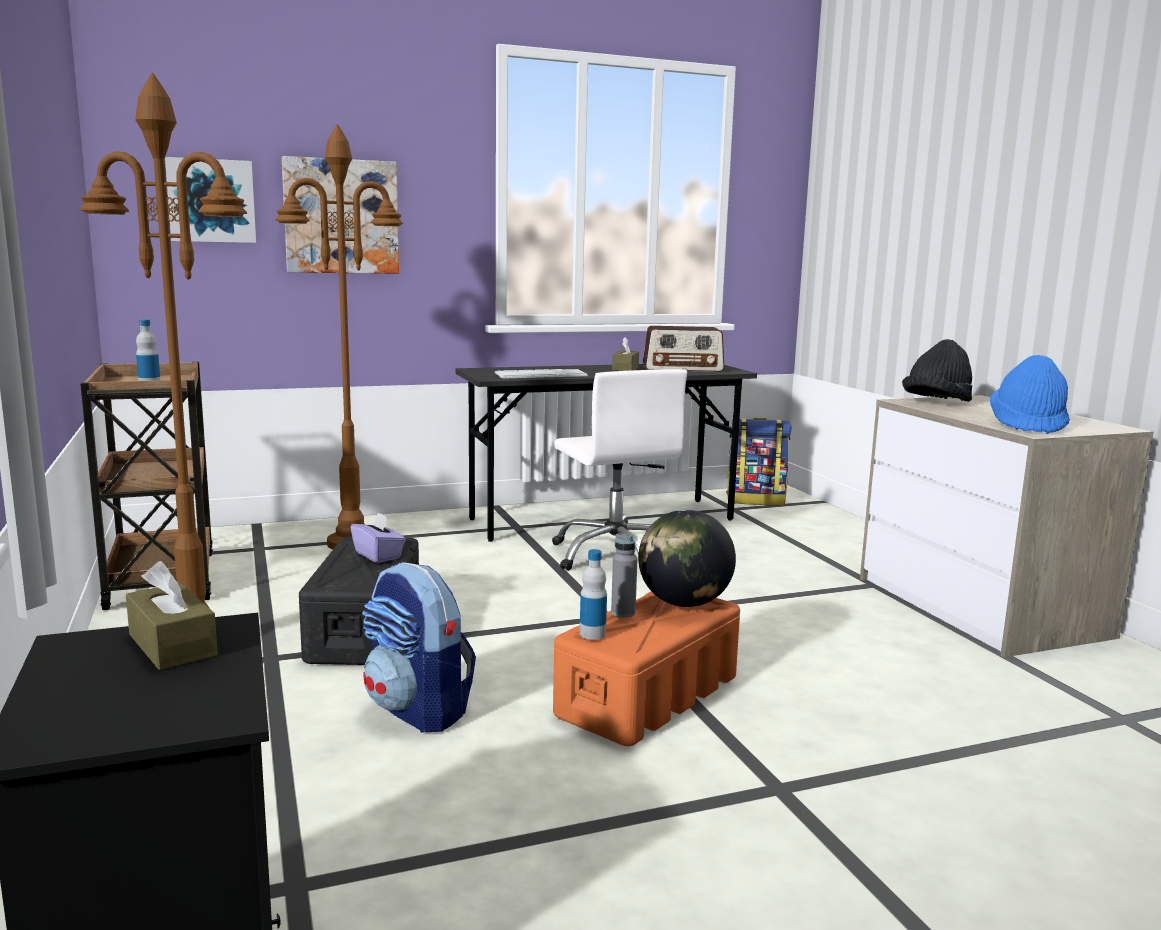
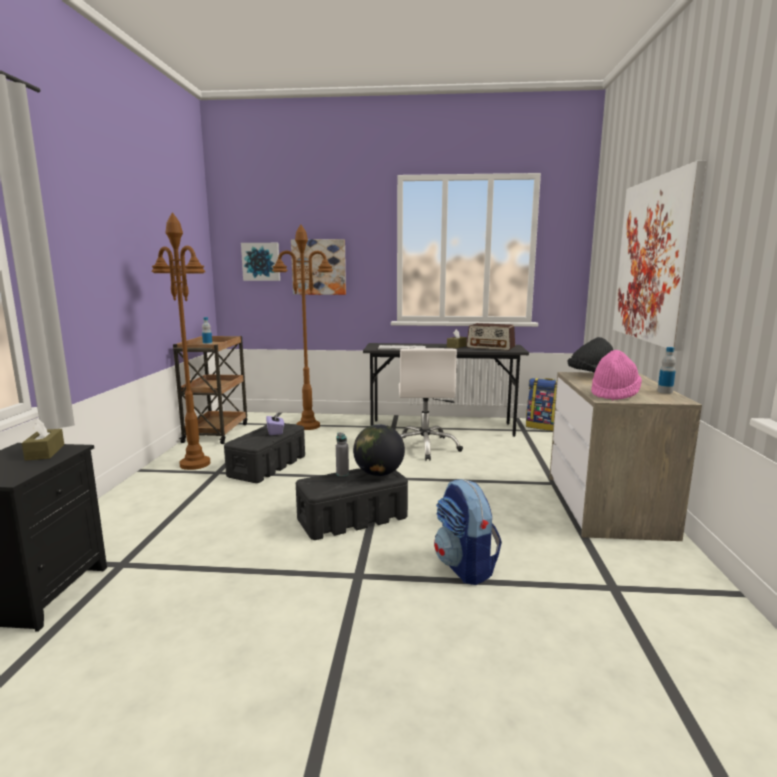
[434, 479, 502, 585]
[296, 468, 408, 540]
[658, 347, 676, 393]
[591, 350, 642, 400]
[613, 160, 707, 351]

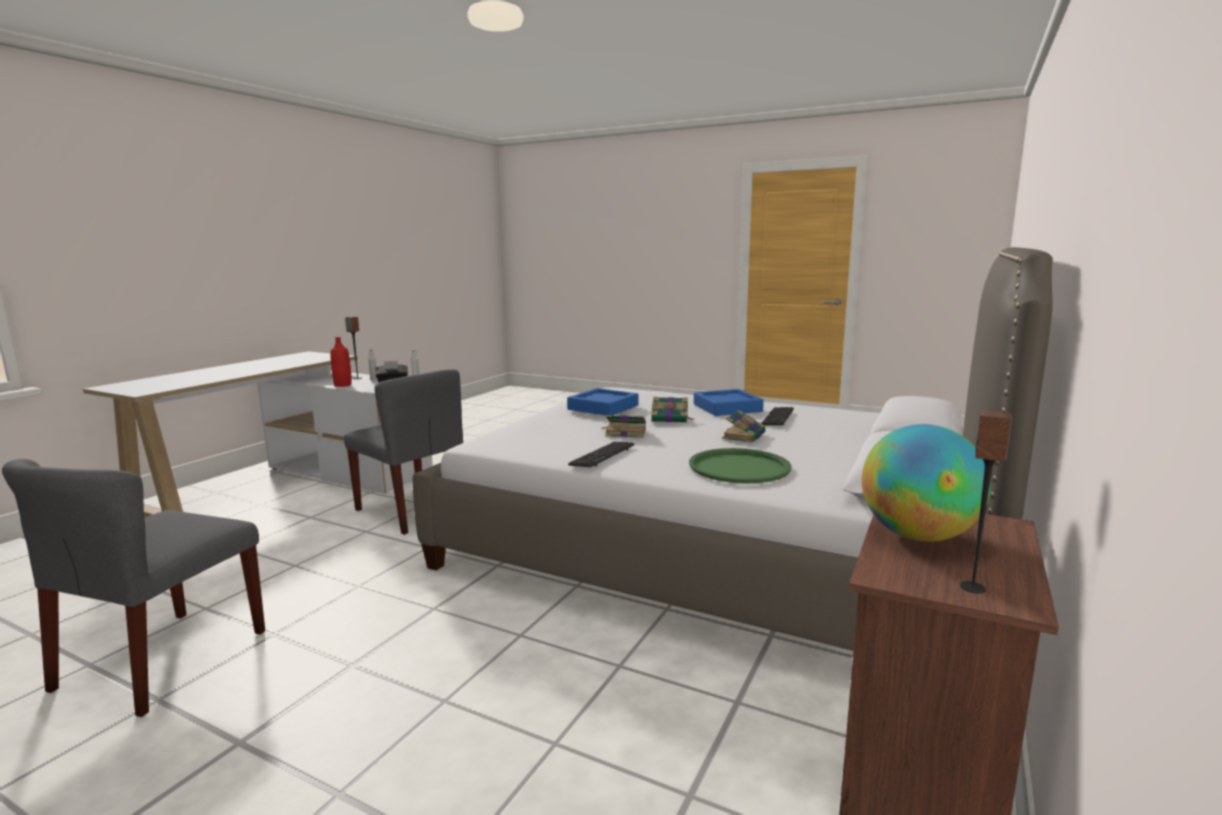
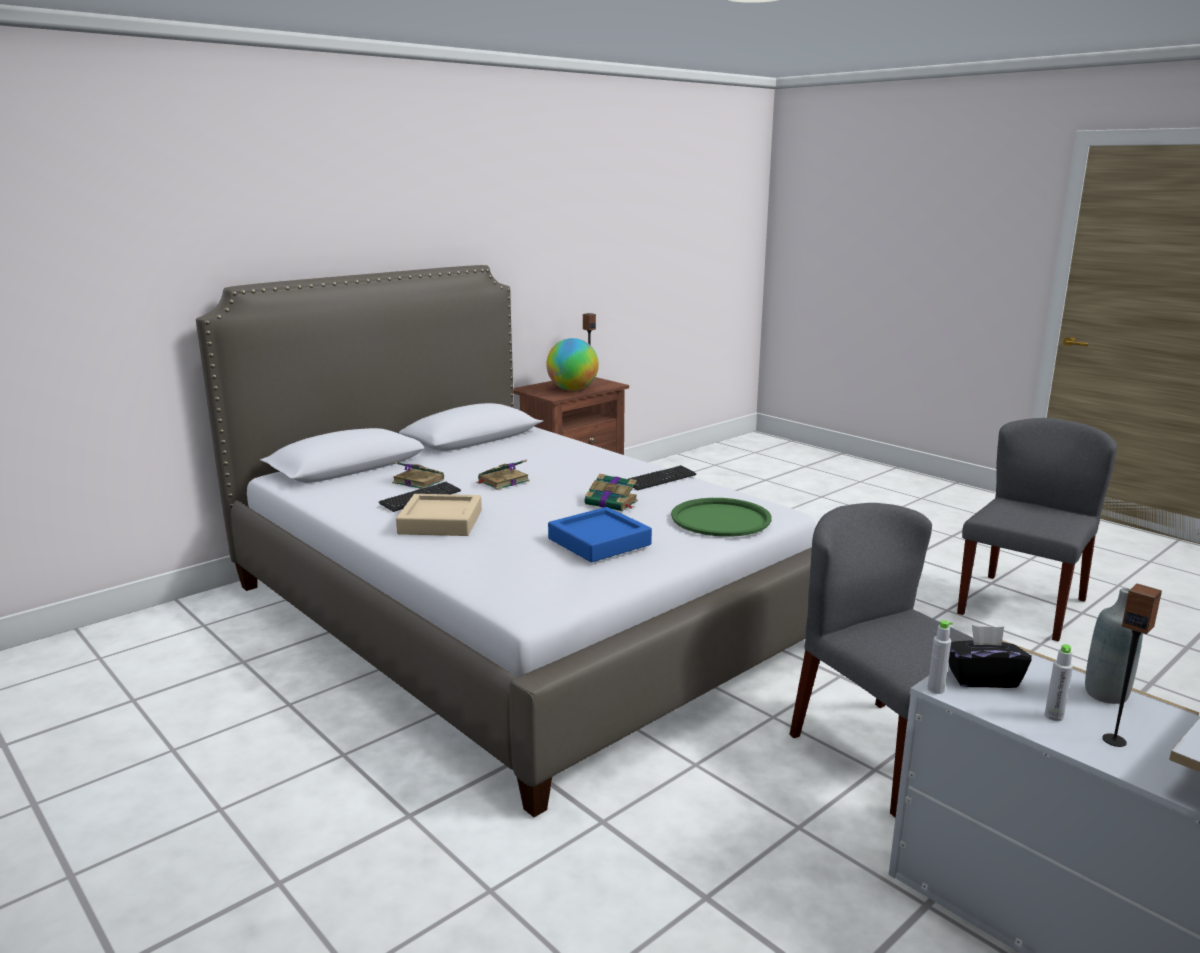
[1085, 588, 1143, 704]
[392, 461, 444, 489]
[671, 498, 771, 537]
[396, 494, 482, 536]

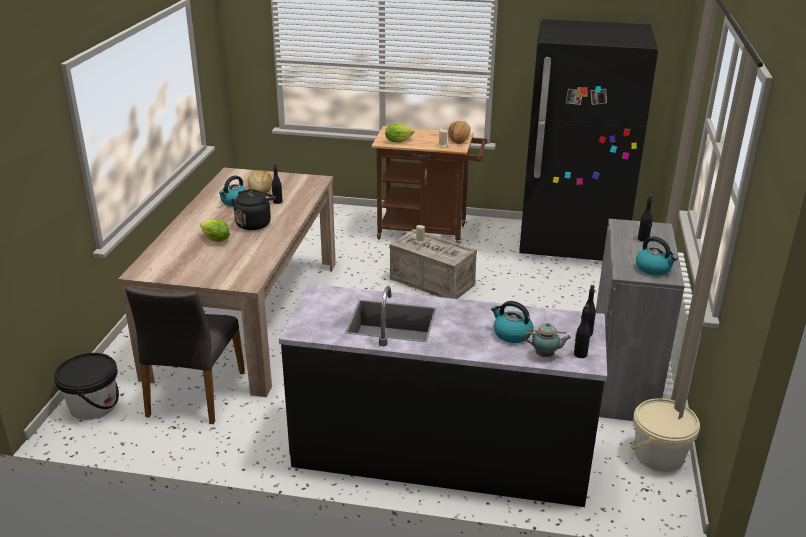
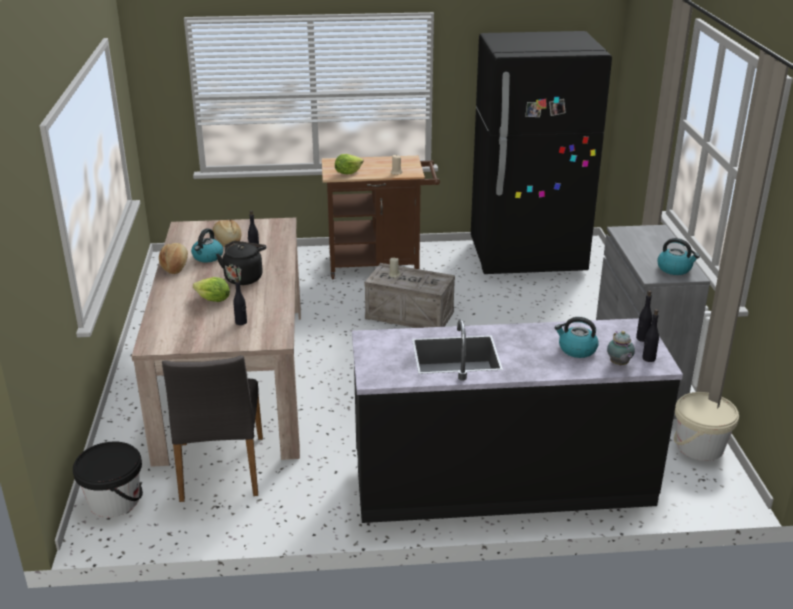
[159, 243, 188, 274]
[607, 331, 635, 366]
[233, 277, 247, 325]

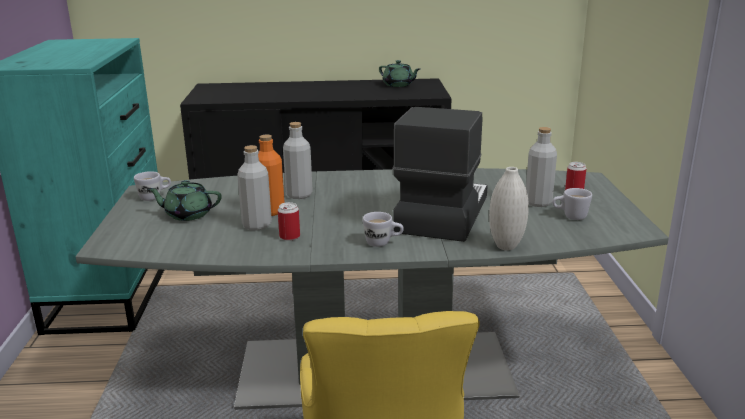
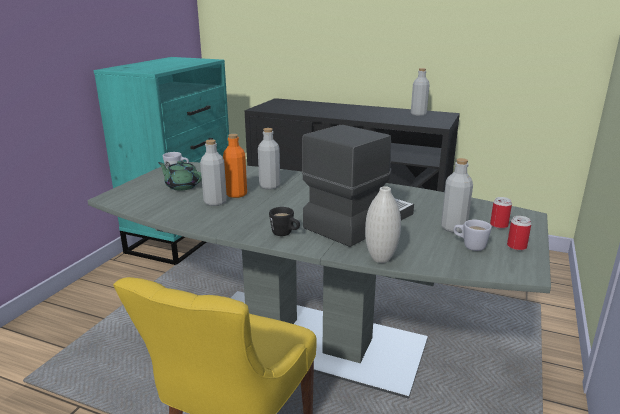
[507, 216, 531, 251]
[269, 207, 300, 236]
[411, 68, 430, 116]

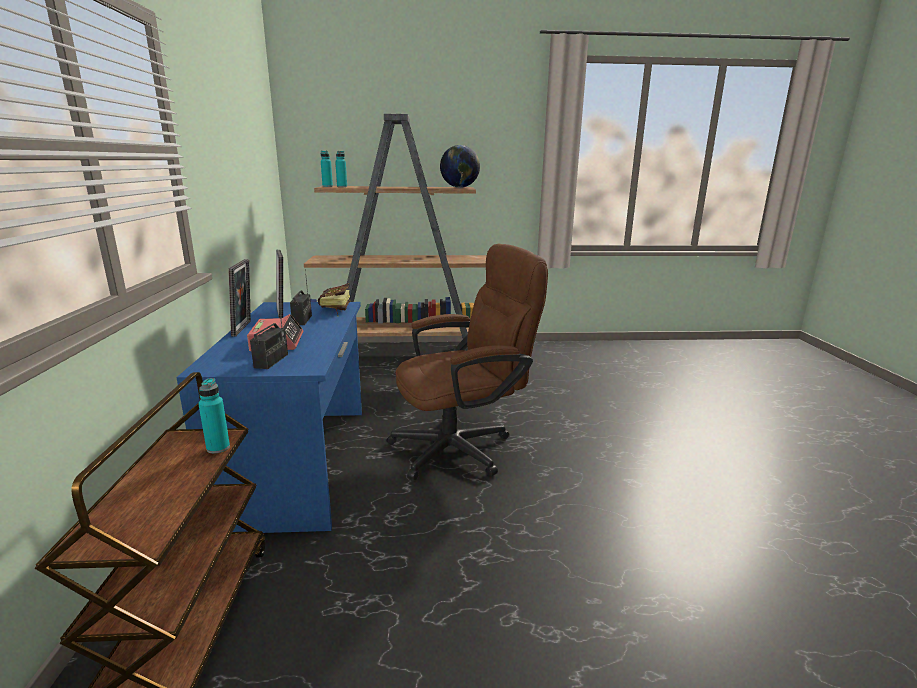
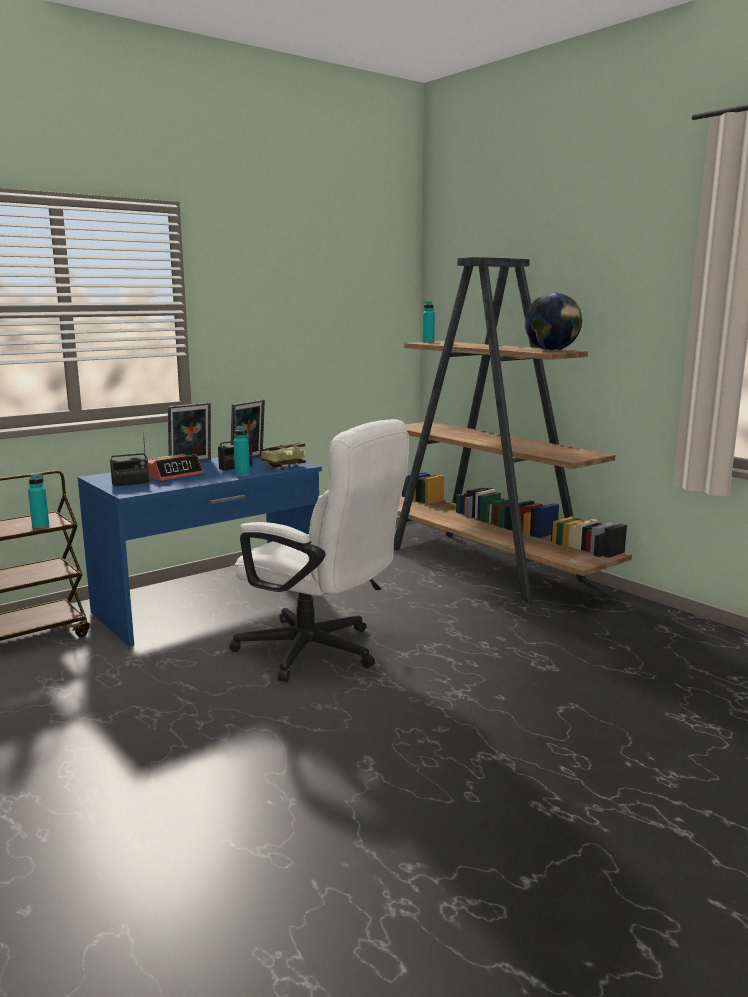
[233, 426, 250, 477]
[229, 419, 409, 682]

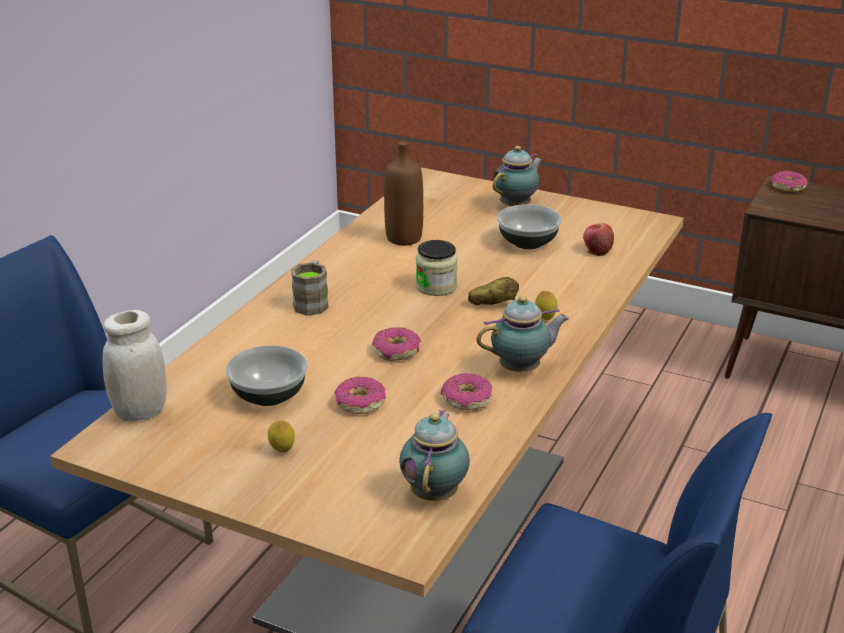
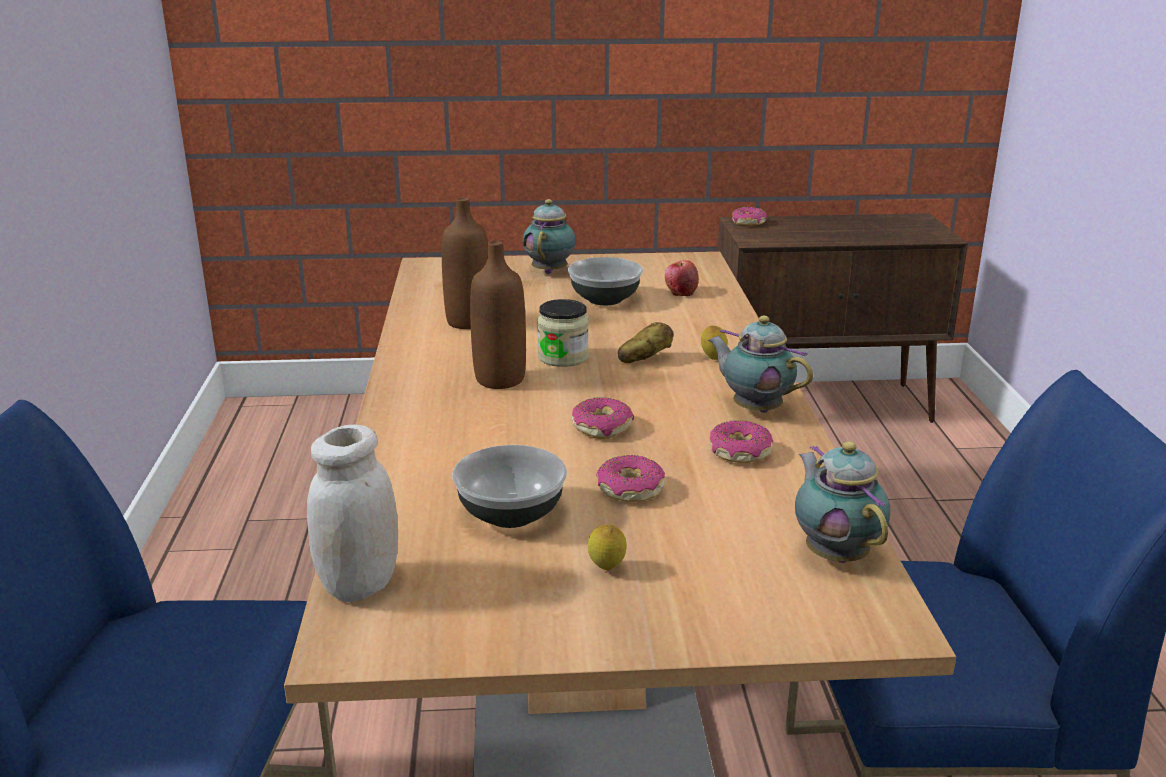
[291, 260, 329, 316] (first image)
[708, 316, 813, 413]
[470, 241, 526, 389]

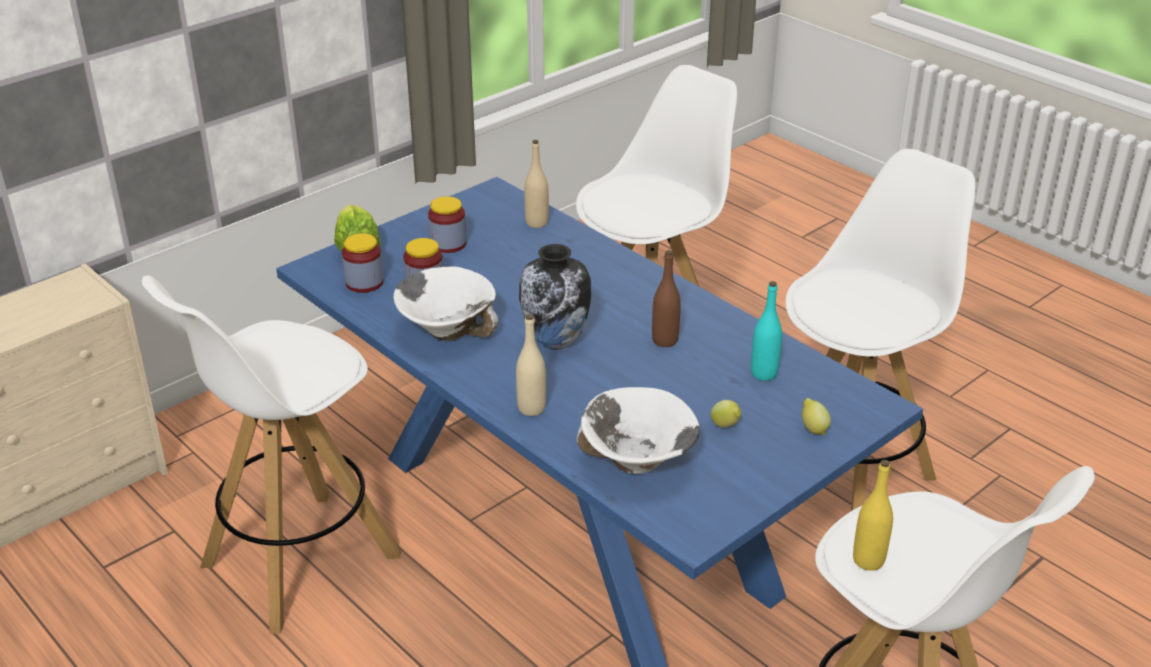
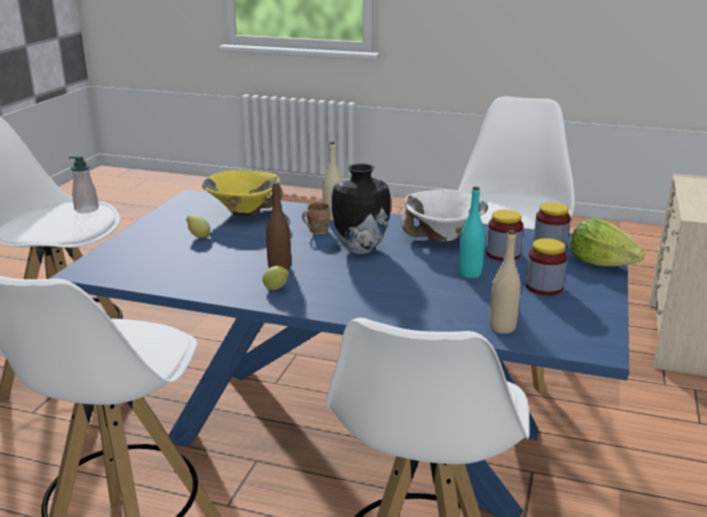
[202, 170, 283, 216]
[459, 186, 485, 278]
[262, 266, 289, 290]
[69, 155, 99, 213]
[302, 202, 330, 234]

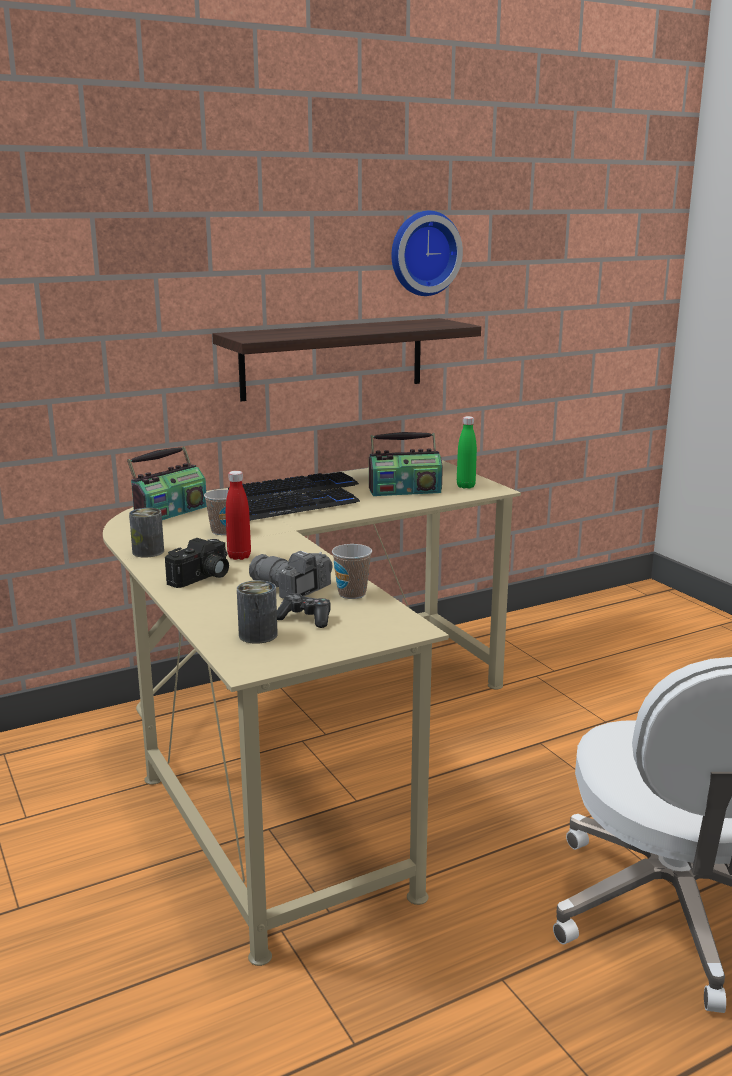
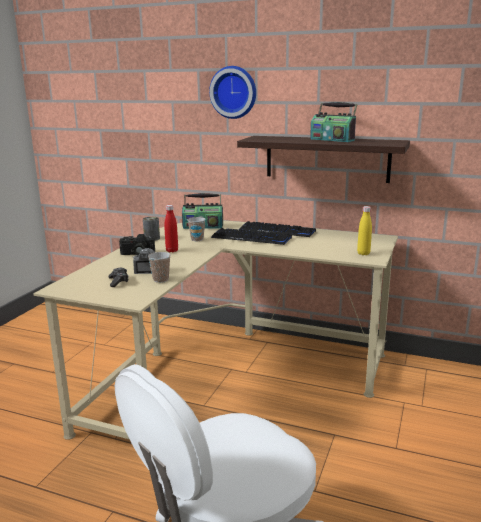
[237, 580, 278, 644] (first image)
[310, 102, 357, 142]
[209, 66, 256, 119]
[357, 206, 372, 255]

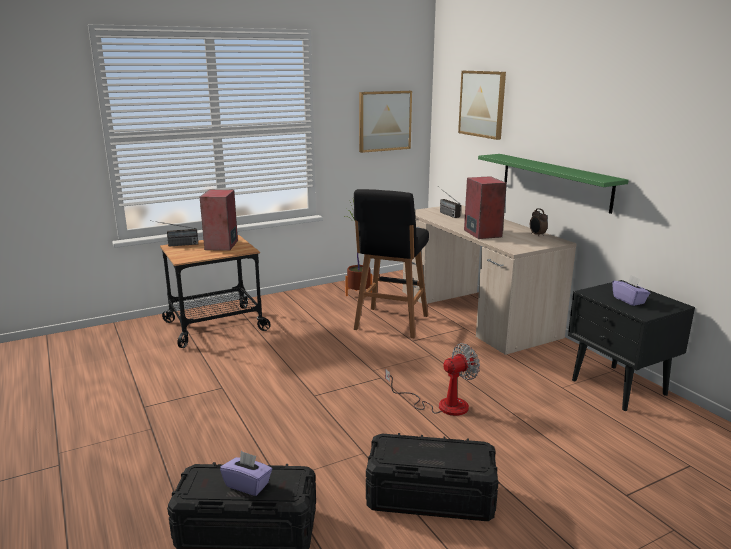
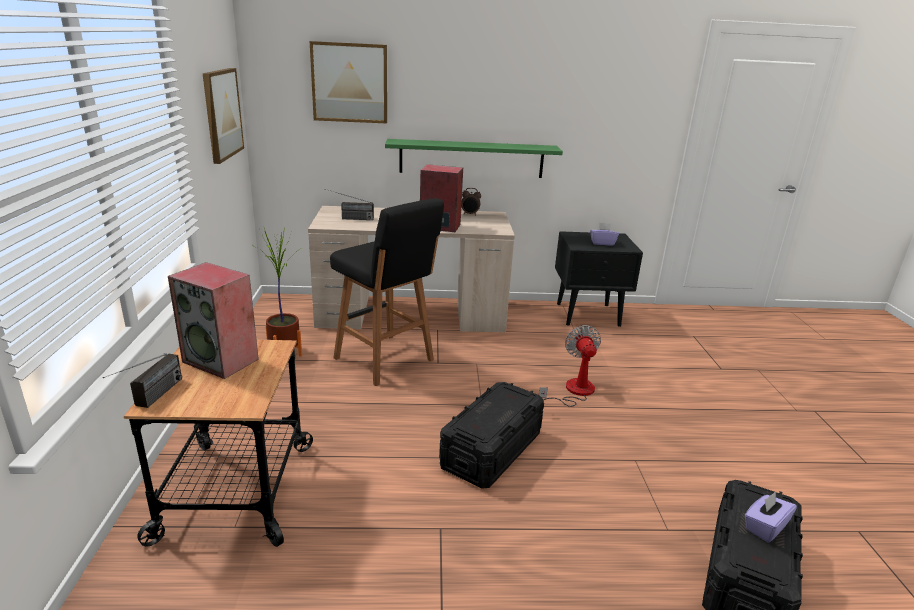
[439, 382, 544, 489]

